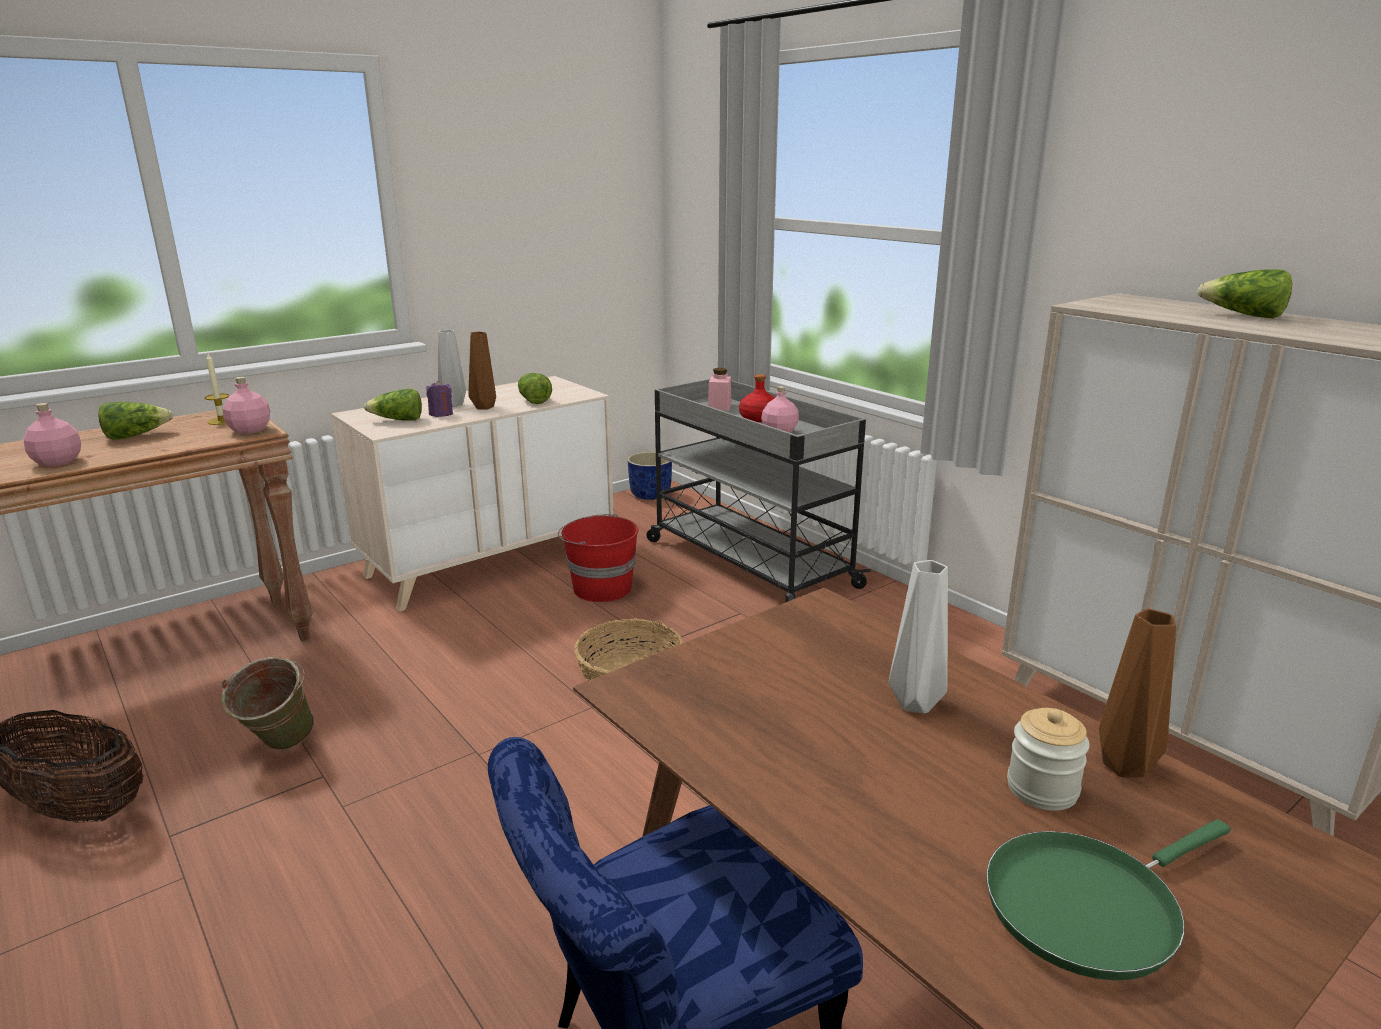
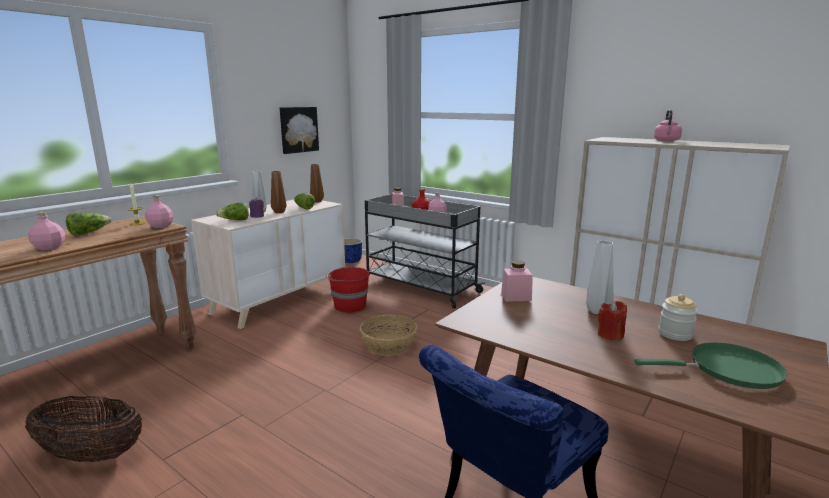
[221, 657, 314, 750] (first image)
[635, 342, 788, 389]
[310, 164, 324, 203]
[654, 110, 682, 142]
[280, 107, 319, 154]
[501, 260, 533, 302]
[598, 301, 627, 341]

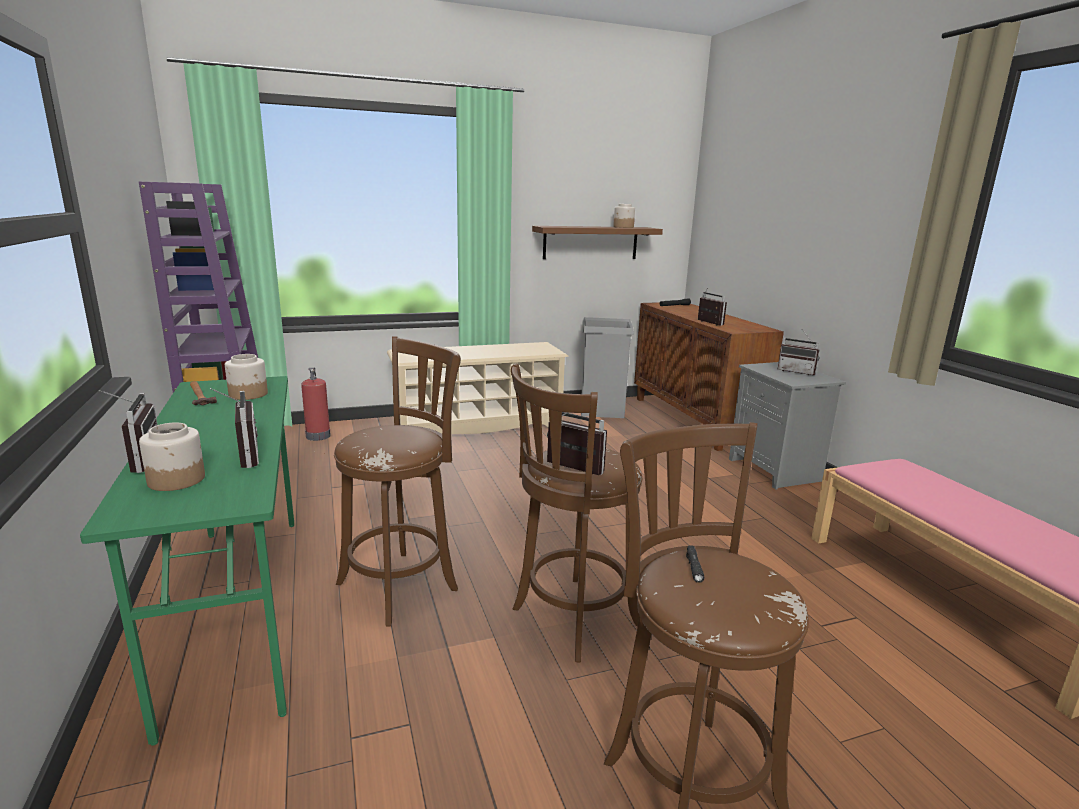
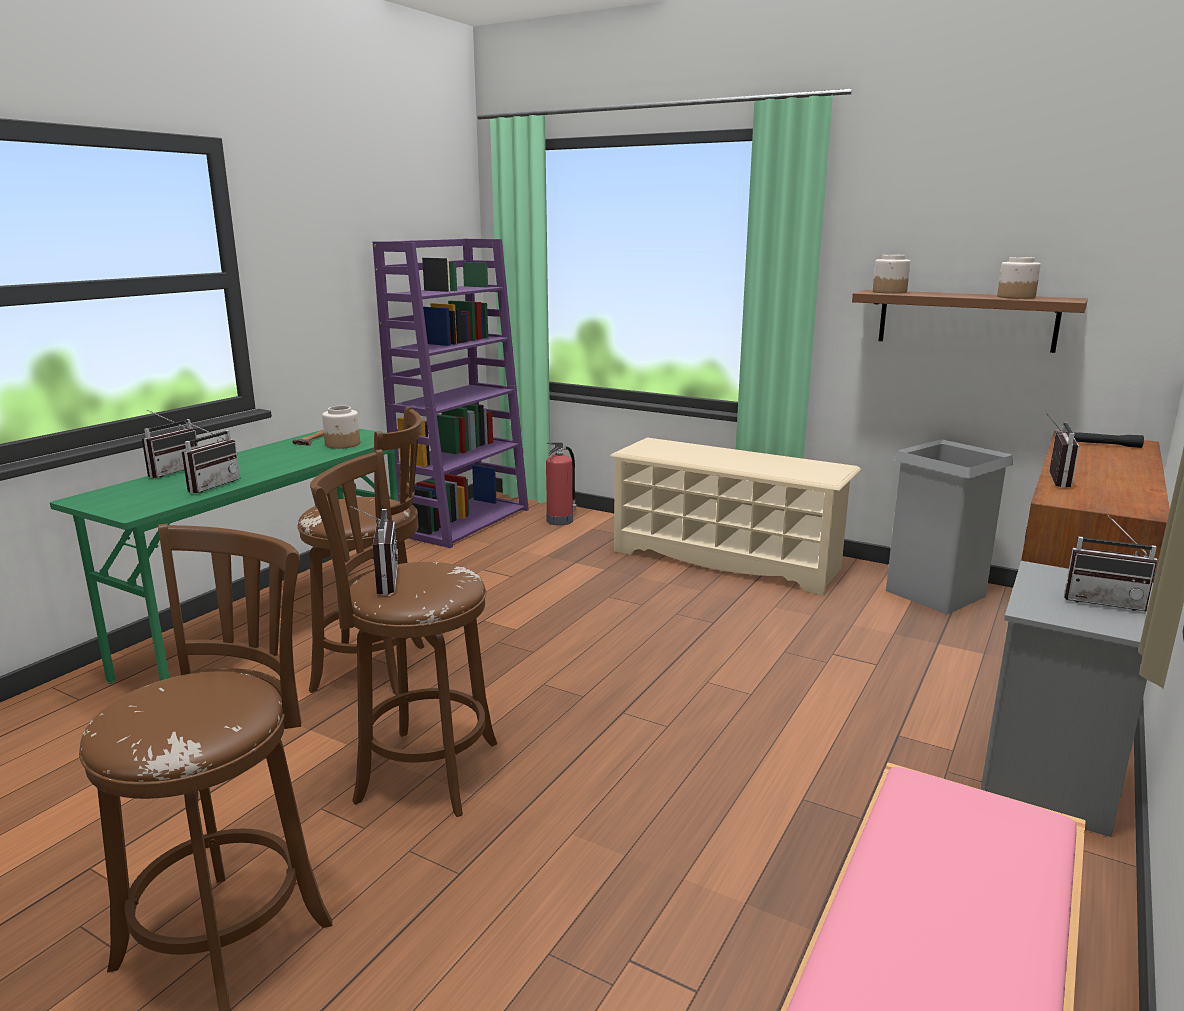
[873, 254, 910, 294]
[686, 545, 705, 583] (first image)
[1064, 515, 1158, 611]

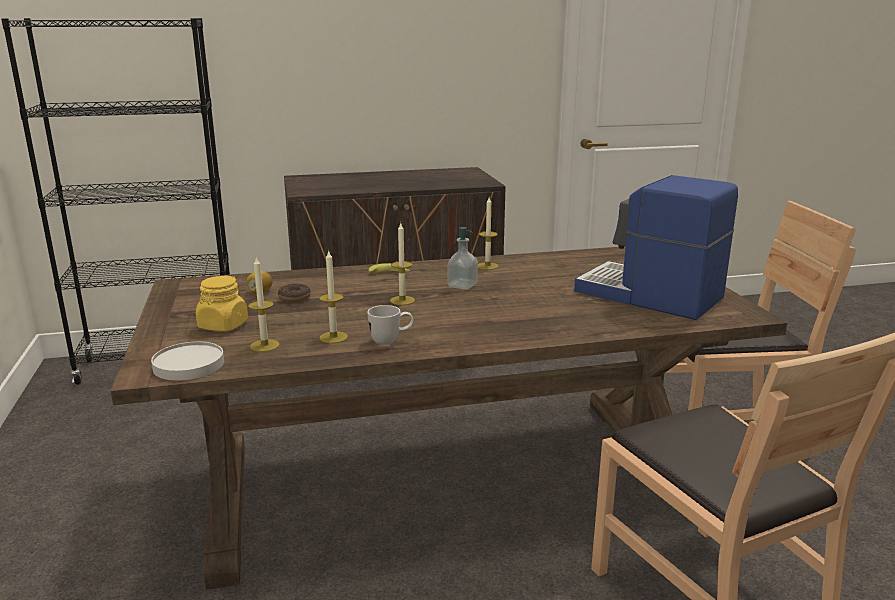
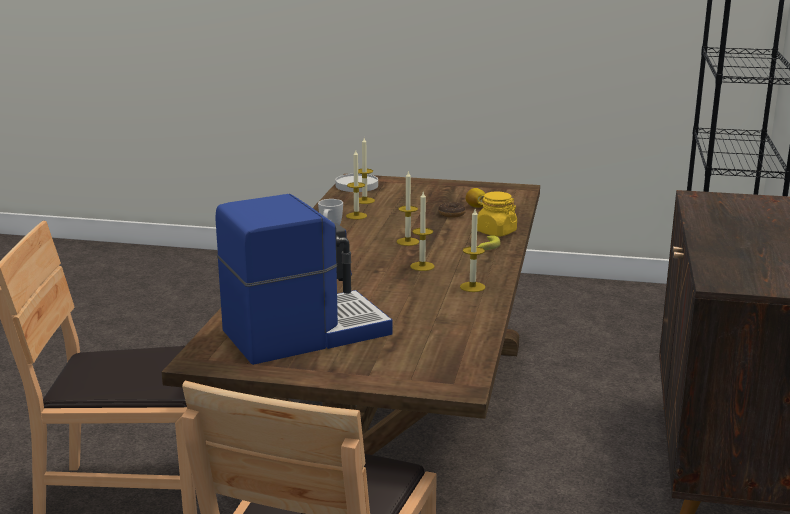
[477, 192, 517, 236]
[410, 192, 435, 271]

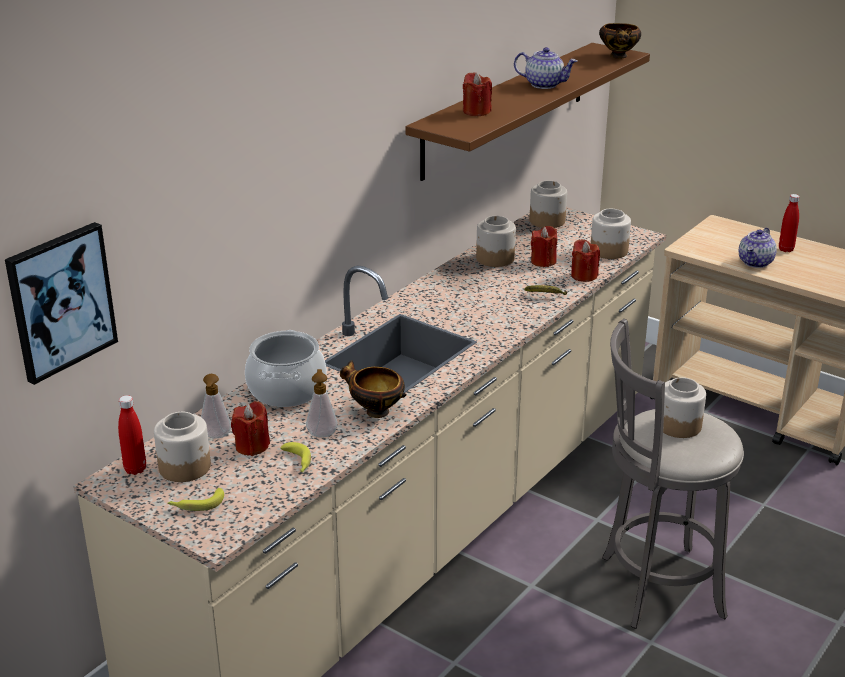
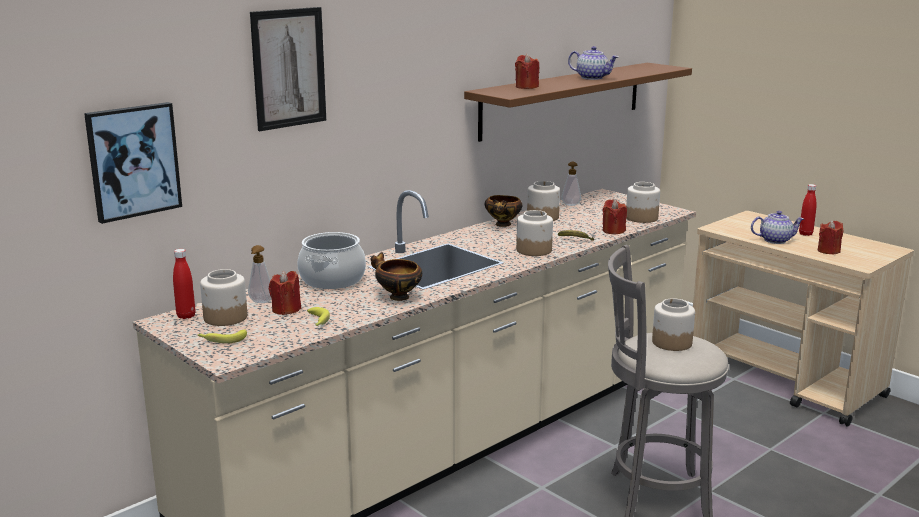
[562, 162, 581, 206]
[516, 210, 553, 256]
[818, 220, 844, 255]
[485, 195, 522, 227]
[751, 211, 804, 244]
[250, 7, 326, 131]

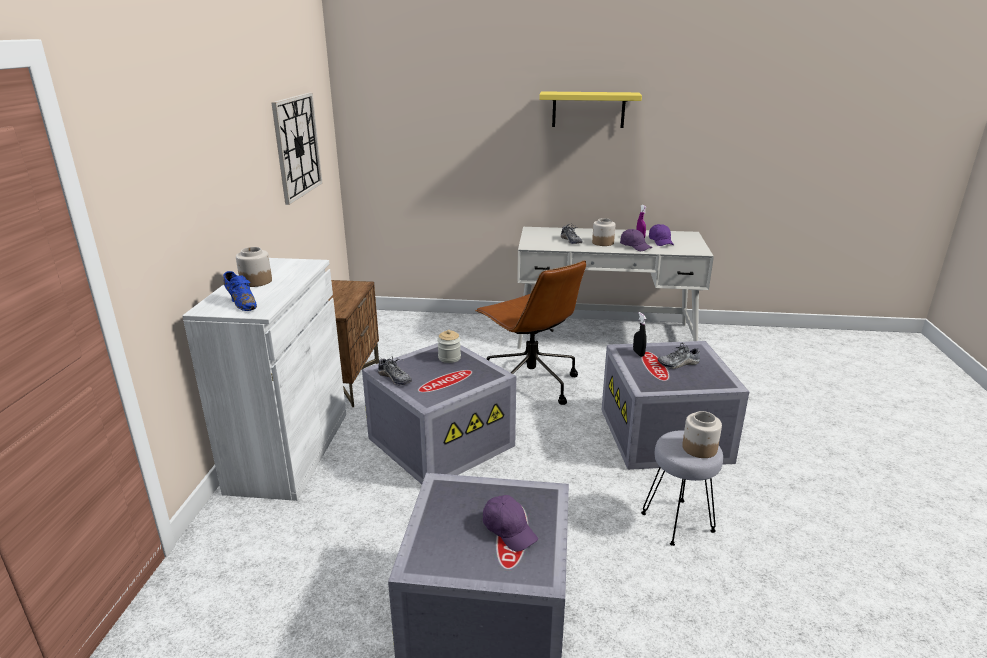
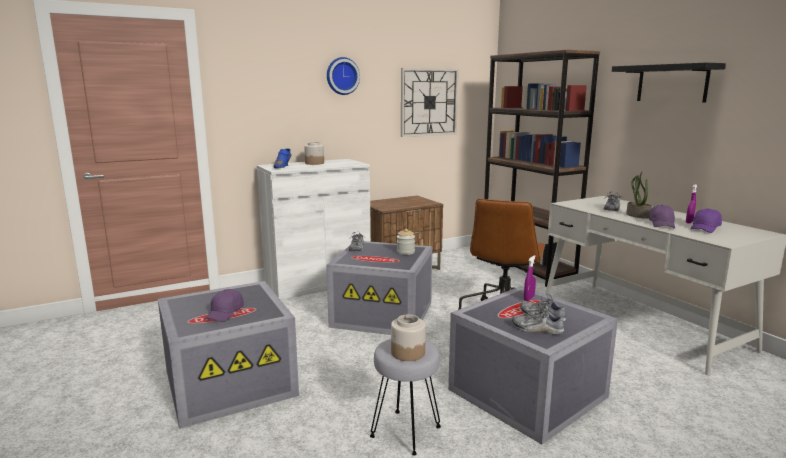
[612, 63, 726, 103]
[626, 172, 652, 219]
[524, 255, 536, 301]
[327, 57, 360, 95]
[484, 50, 600, 287]
[512, 305, 565, 335]

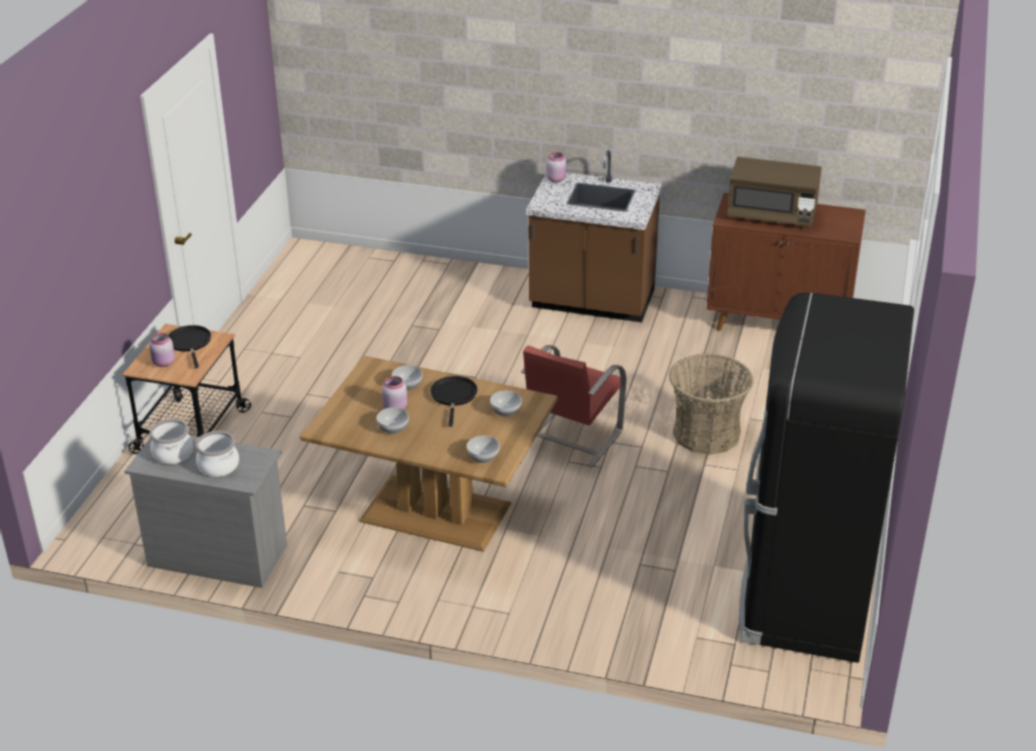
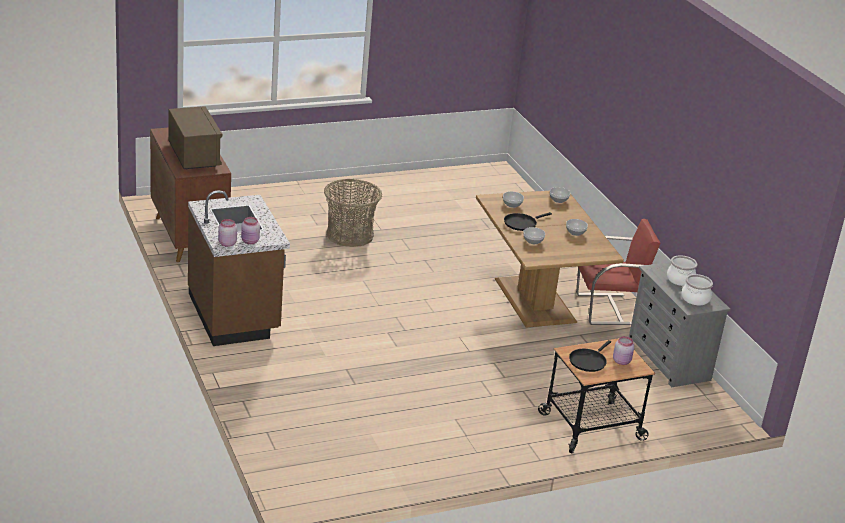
[241, 217, 260, 244]
[576, 219, 661, 325]
[739, 292, 914, 663] (first image)

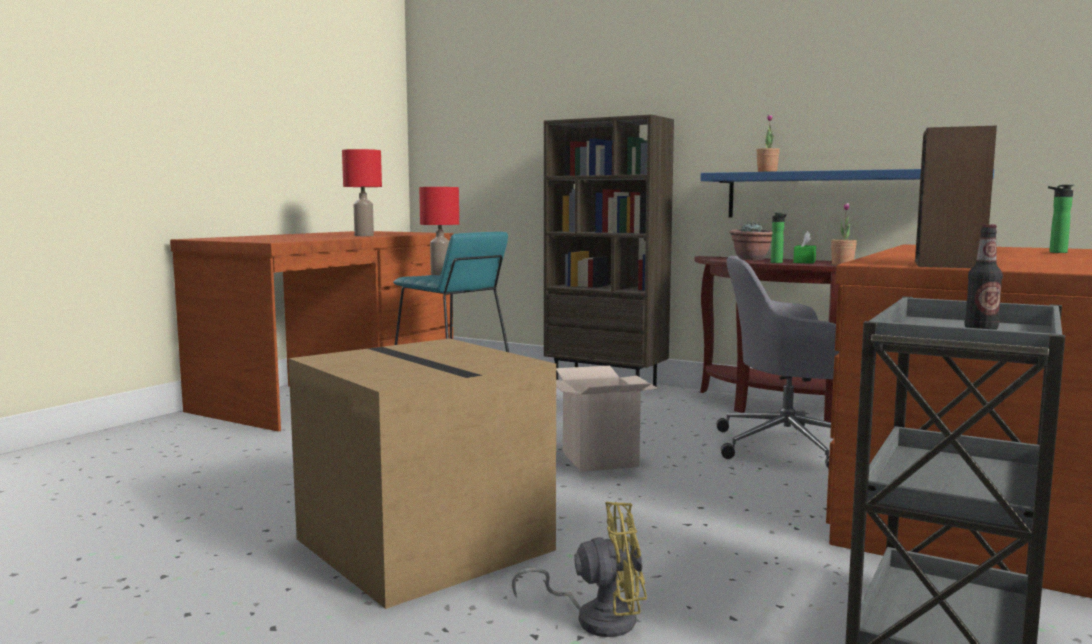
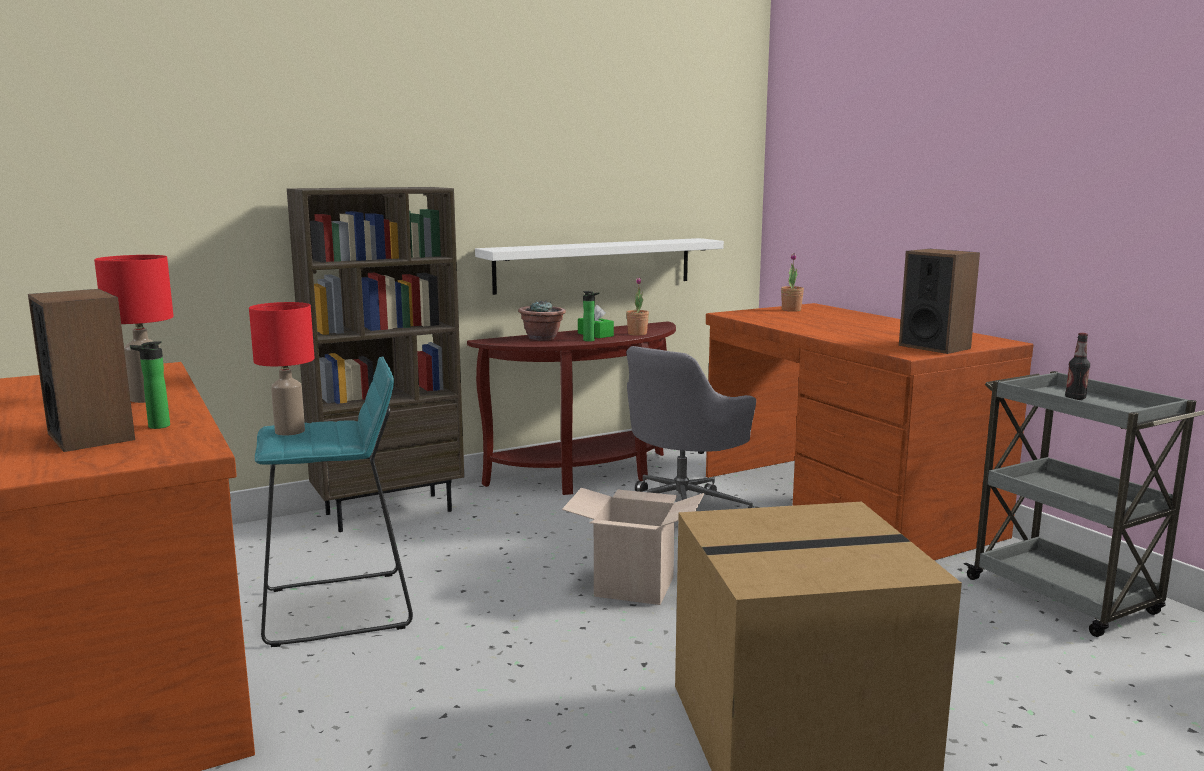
[512, 501, 647, 637] (first image)
[475, 238, 724, 295]
[781, 253, 804, 312]
[130, 341, 170, 429]
[28, 289, 135, 452]

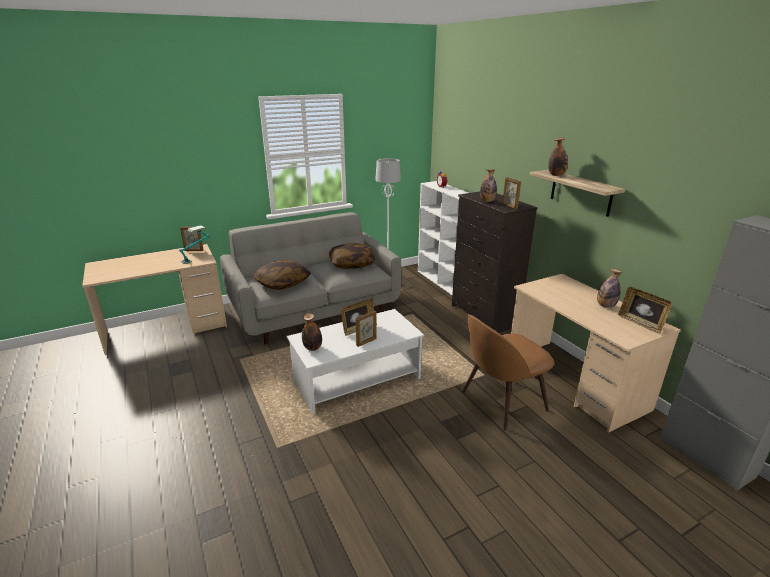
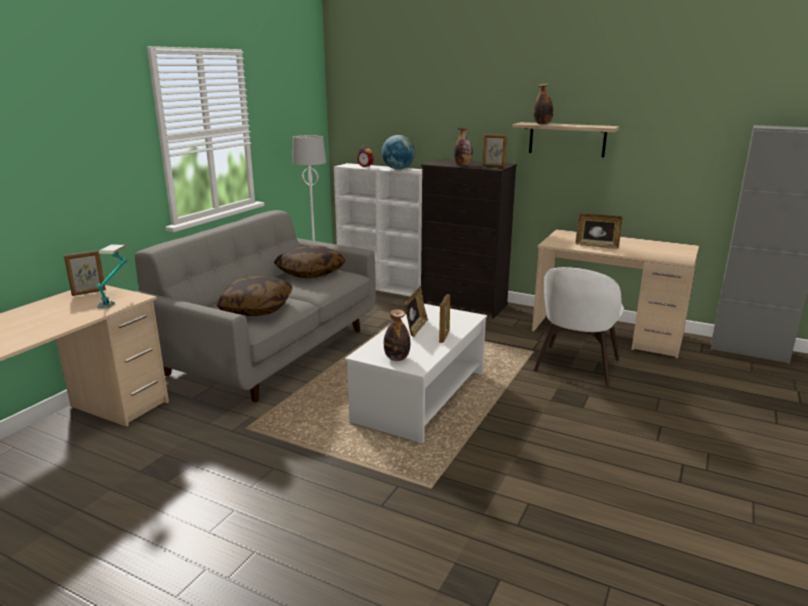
[534, 267, 624, 386]
[597, 269, 622, 308] (first image)
[576, 214, 622, 249]
[382, 135, 415, 170]

